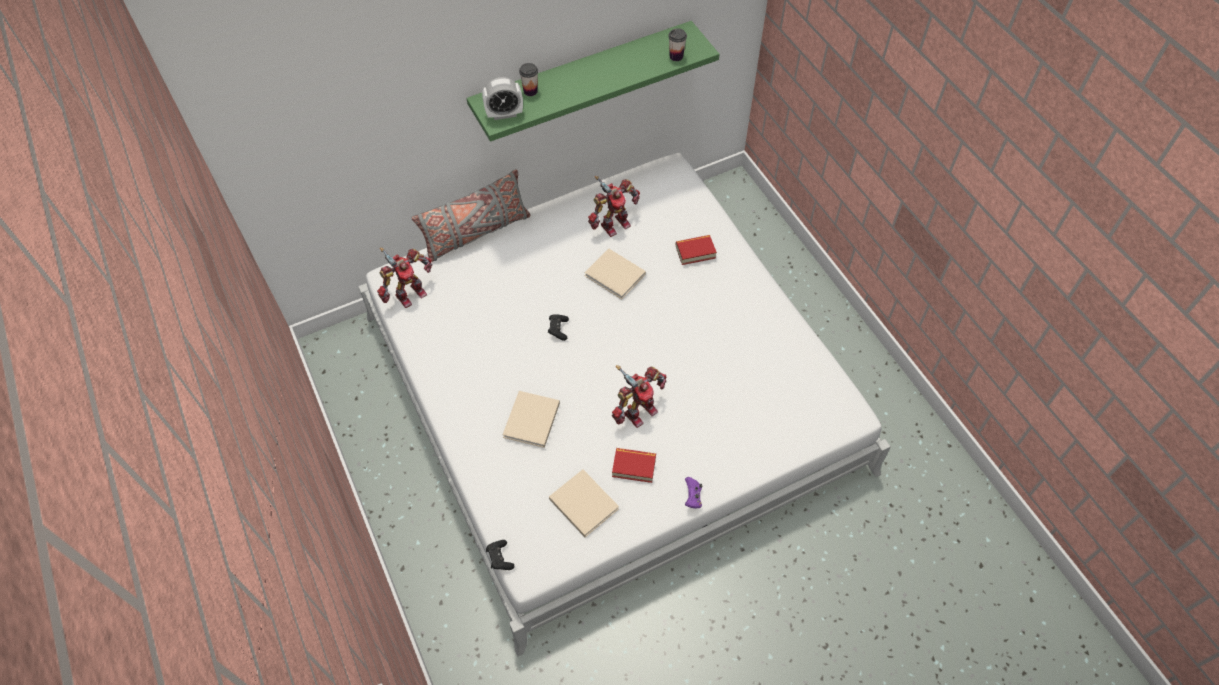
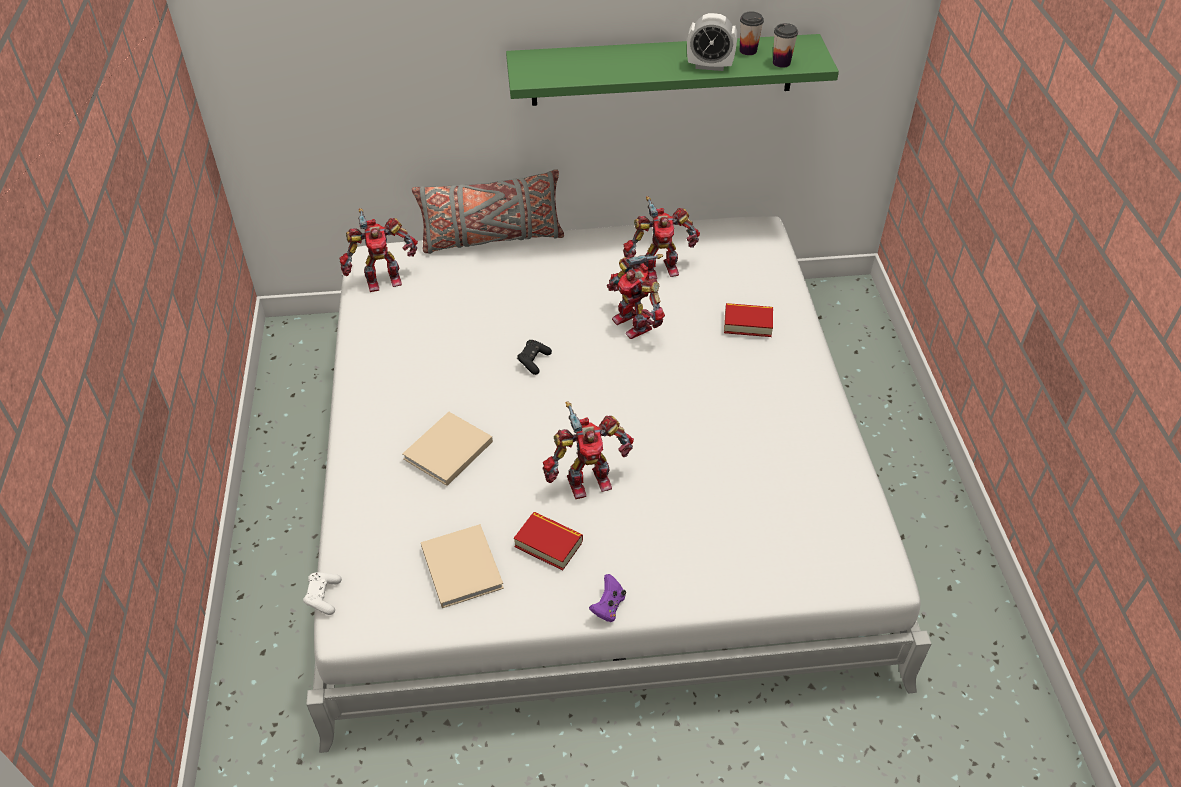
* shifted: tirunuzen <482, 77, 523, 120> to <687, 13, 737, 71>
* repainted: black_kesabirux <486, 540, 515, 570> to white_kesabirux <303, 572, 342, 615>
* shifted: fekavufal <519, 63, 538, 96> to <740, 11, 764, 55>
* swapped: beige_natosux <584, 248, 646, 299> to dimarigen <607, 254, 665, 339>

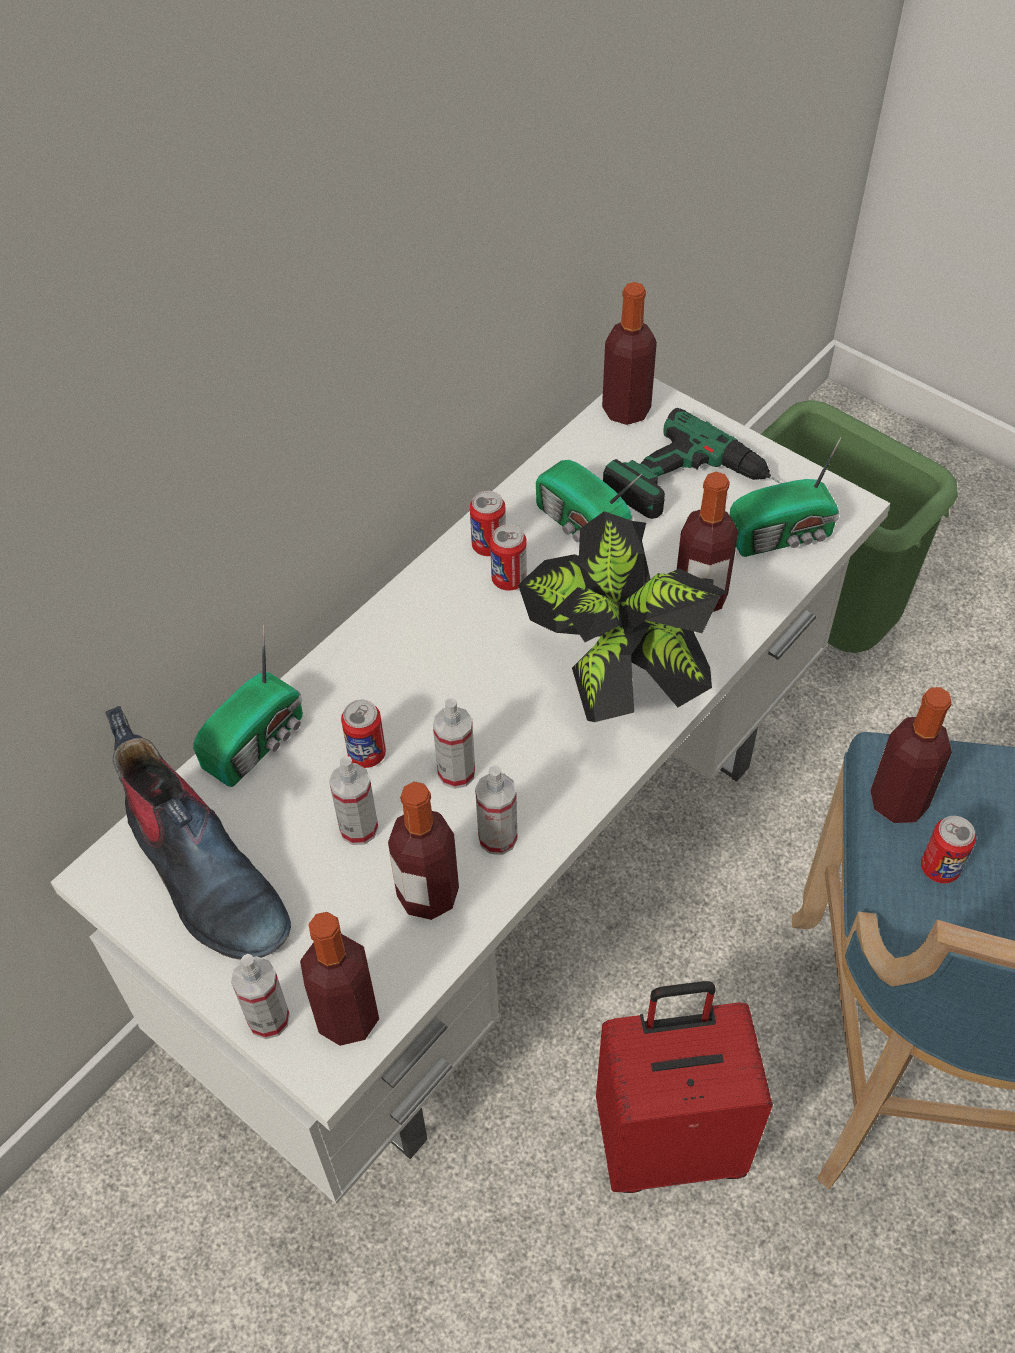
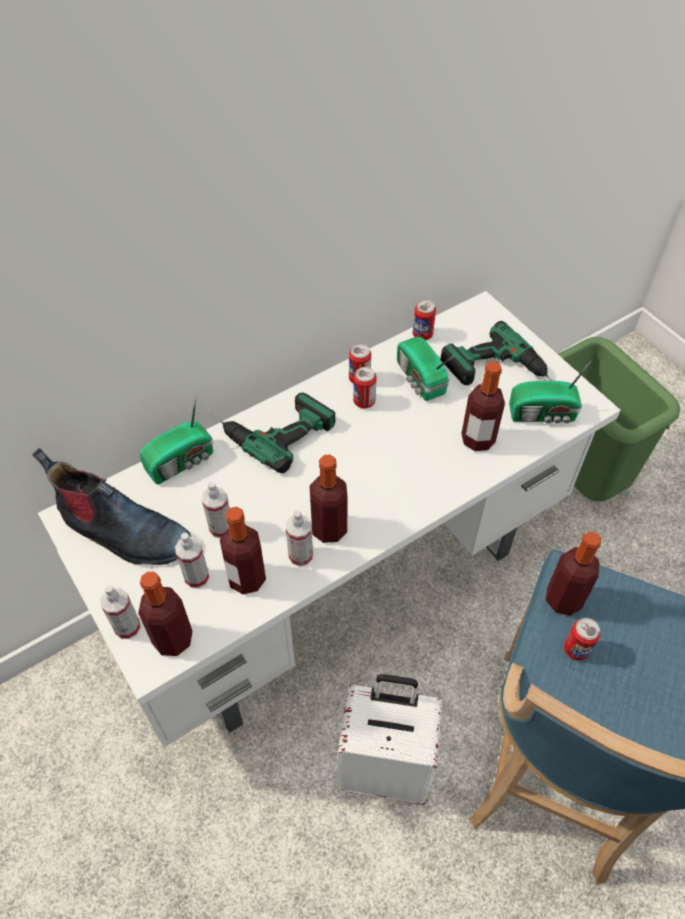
* rotated: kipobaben <105, 706, 291, 960> = <32, 448, 191, 565> 45 degrees counterclockwise
* shifted: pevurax <341, 700, 386, 768> to <413, 300, 436, 340>
* shifted: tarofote <433, 698, 475, 789> to <175, 533, 209, 588>
* gone: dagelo <518, 511, 728, 722>
* repainted: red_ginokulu <596, 981, 773, 1193> to white_ginokulu <338, 674, 442, 805>
* shifted: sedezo <602, 282, 657, 425> to <310, 455, 348, 543>
* new: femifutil <210, 392, 335, 473>

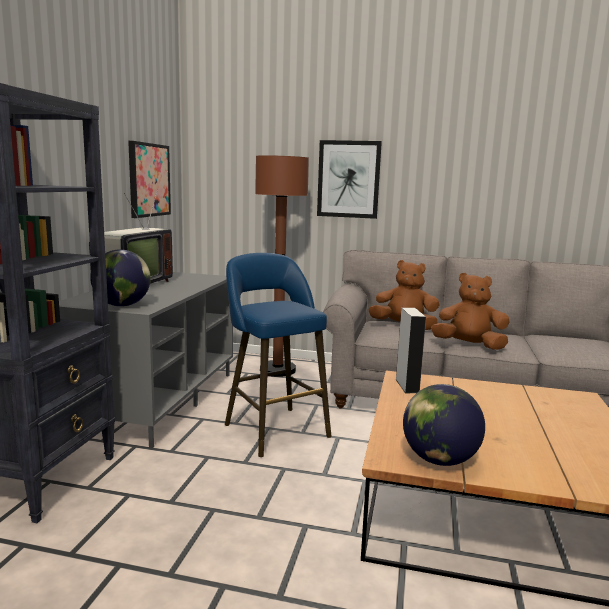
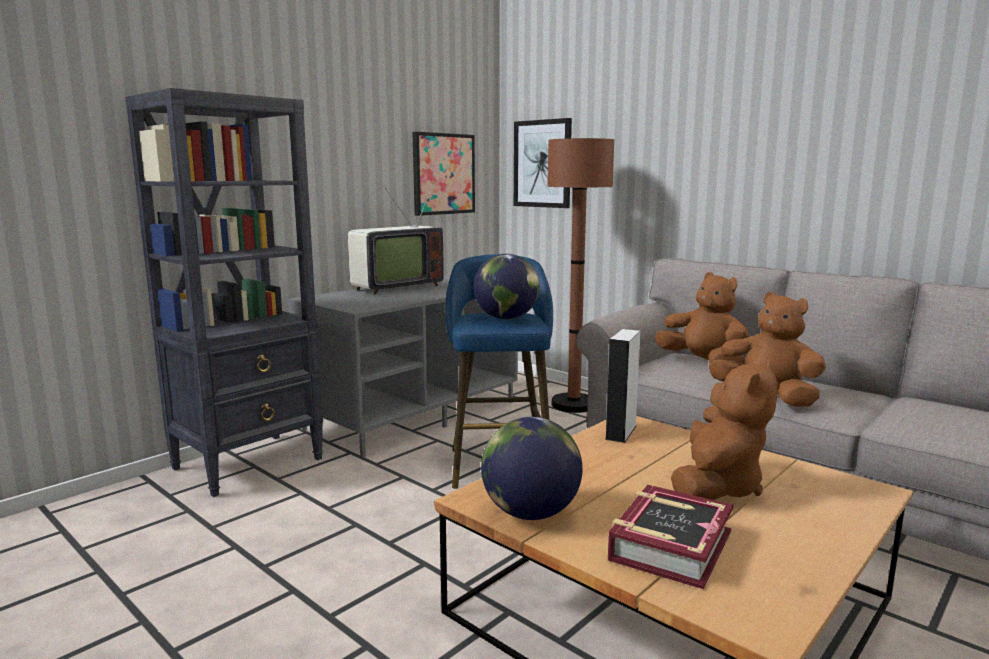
* shifted: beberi <90, 249, 151, 307> to <474, 254, 539, 320>
* shifted: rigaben <317, 140, 382, 219> to <514, 118, 572, 208>
* new: natosux <608, 485, 733, 589>
* new: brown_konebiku <671, 360, 778, 500>

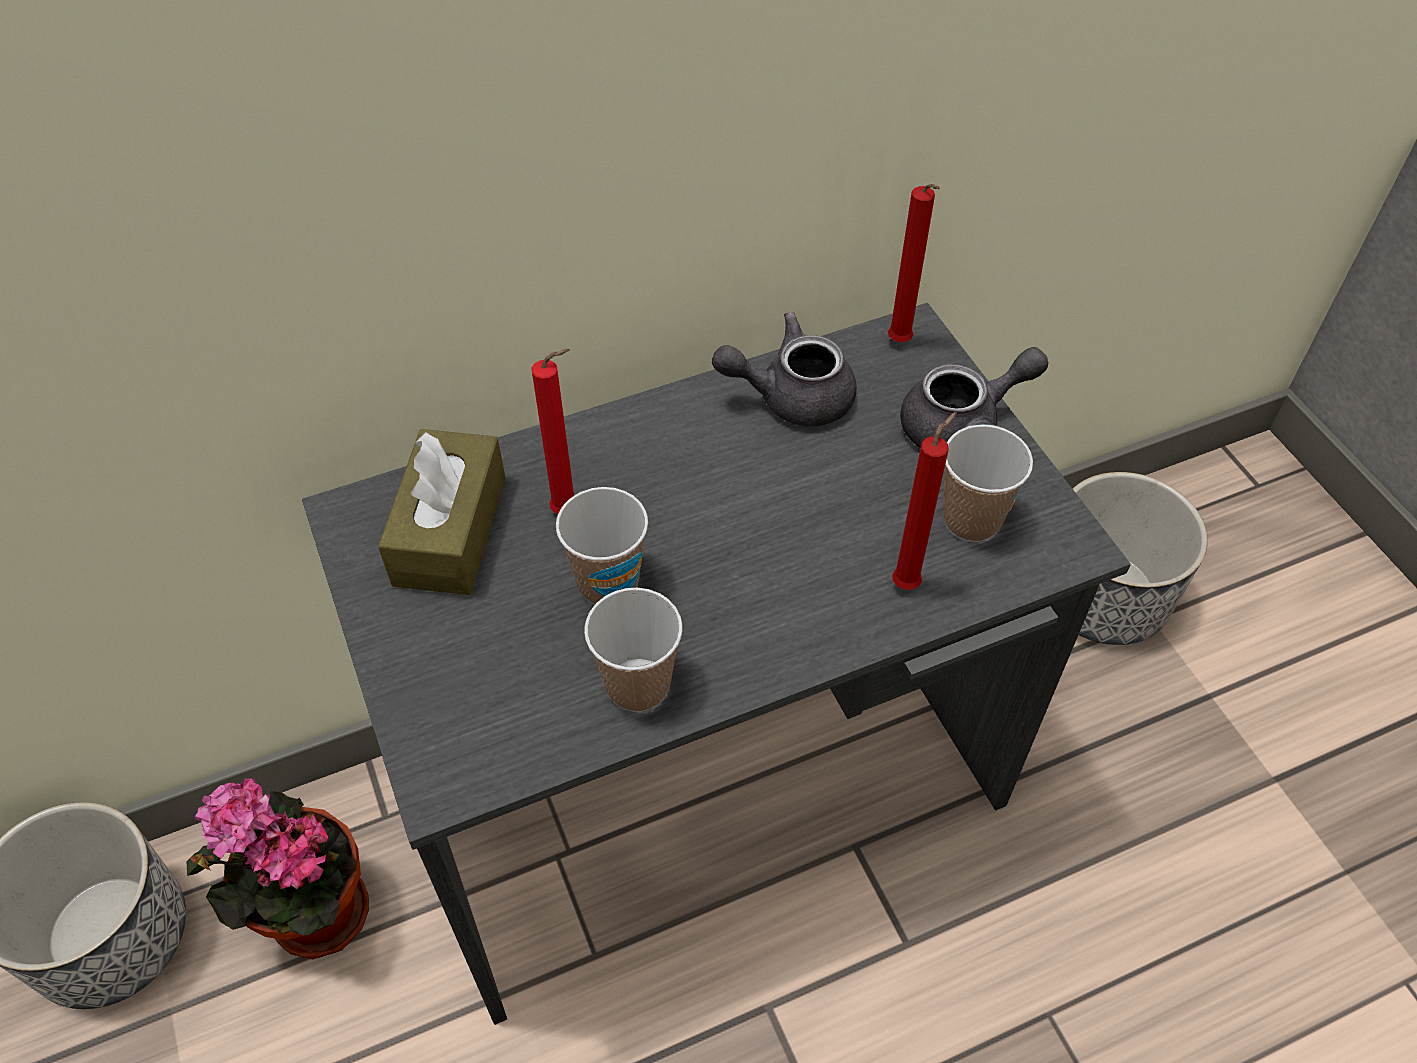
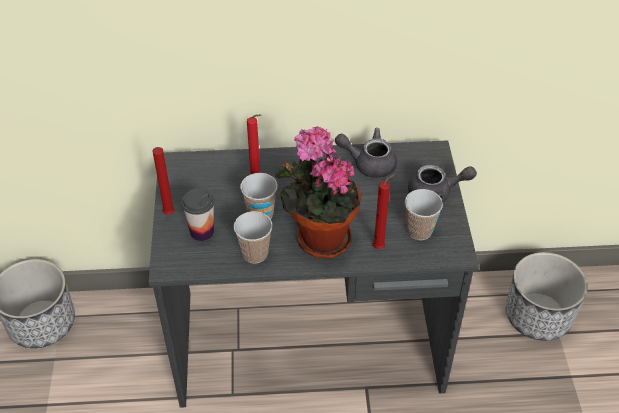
* shifted: dagelo <187, 778, 369, 959> to <275, 126, 361, 258>
* gone: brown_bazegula <378, 429, 506, 595>
* shifted: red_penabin <888, 184, 940, 342> to <152, 147, 175, 215>
* new: fekavufal <182, 188, 214, 241>

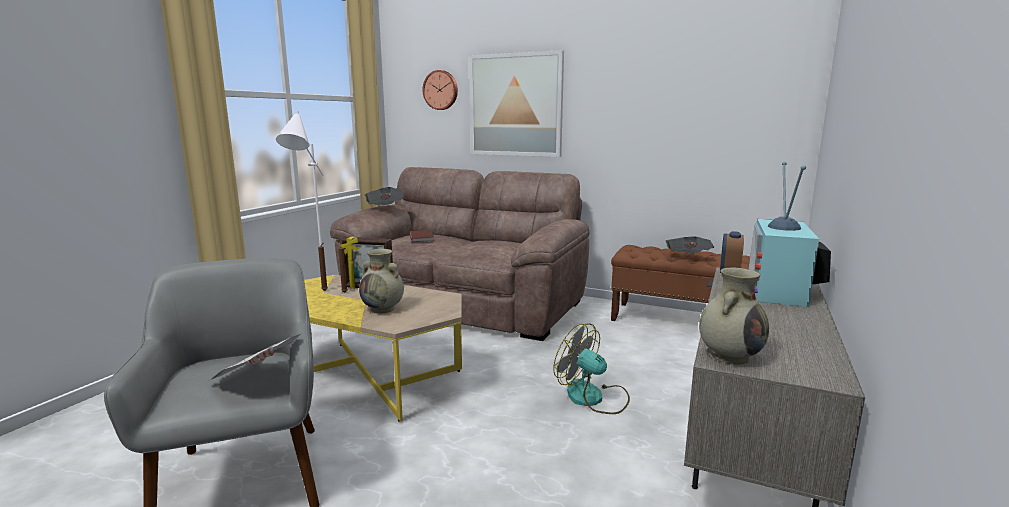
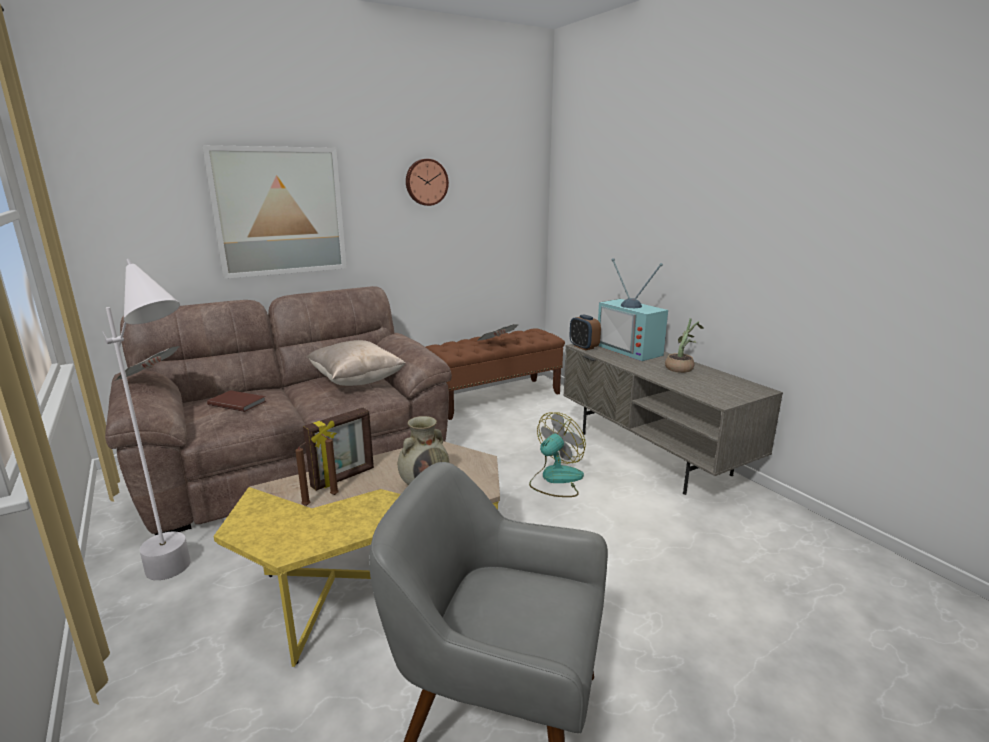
* gone: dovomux <211, 334, 301, 380>
* shifted: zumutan <423, 70, 458, 110> to <406, 159, 449, 206>
* rotated: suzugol <553, 323, 630, 414> = <529, 412, 586, 497> 150 degrees clockwise
* gone: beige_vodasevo <699, 268, 769, 365>
* new: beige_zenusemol <307, 340, 405, 386>
* new: dagelo <665, 318, 704, 373>

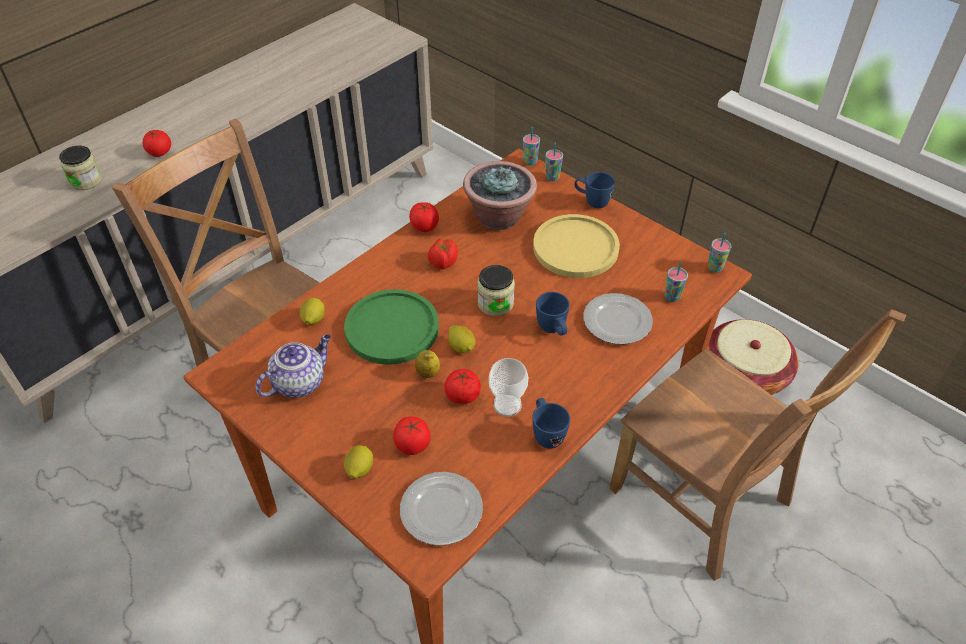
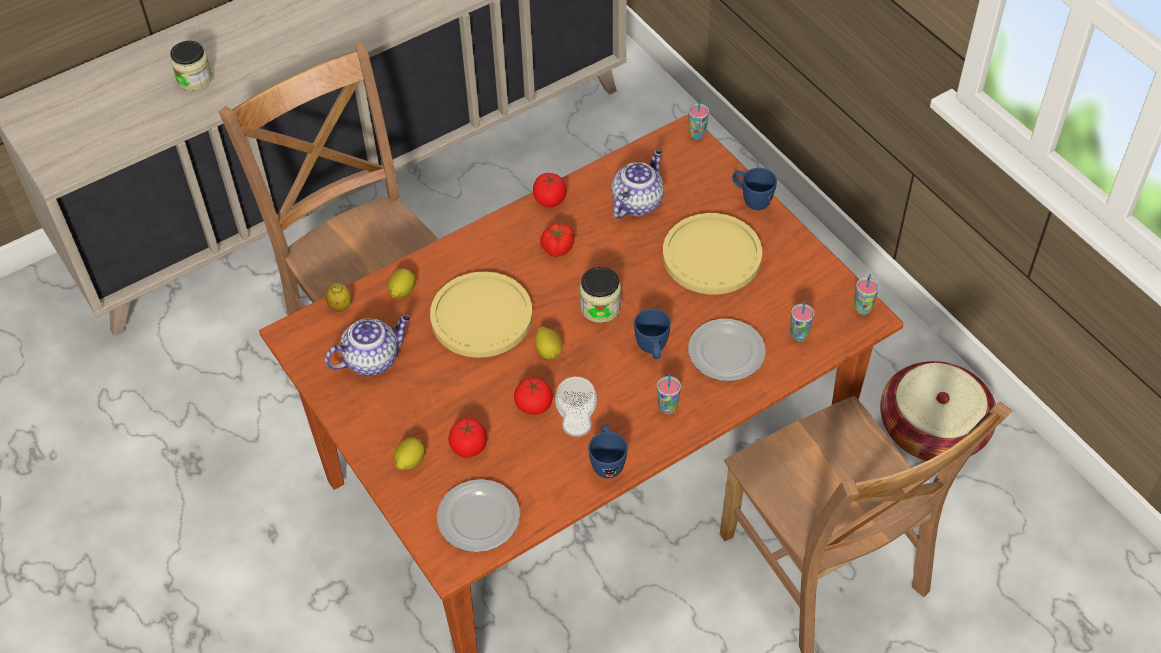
* gone: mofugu <142, 130, 171, 157>
* repainted: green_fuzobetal <344, 289, 439, 365> to yellow_fuzobetal <430, 271, 532, 358>
* shifted: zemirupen <415, 350, 440, 378> to <325, 283, 351, 312>
* swapped: dagelo <463, 161, 537, 230> to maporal <611, 150, 664, 219>
* shifted: fekavufal <546, 142, 563, 181> to <657, 374, 681, 414>

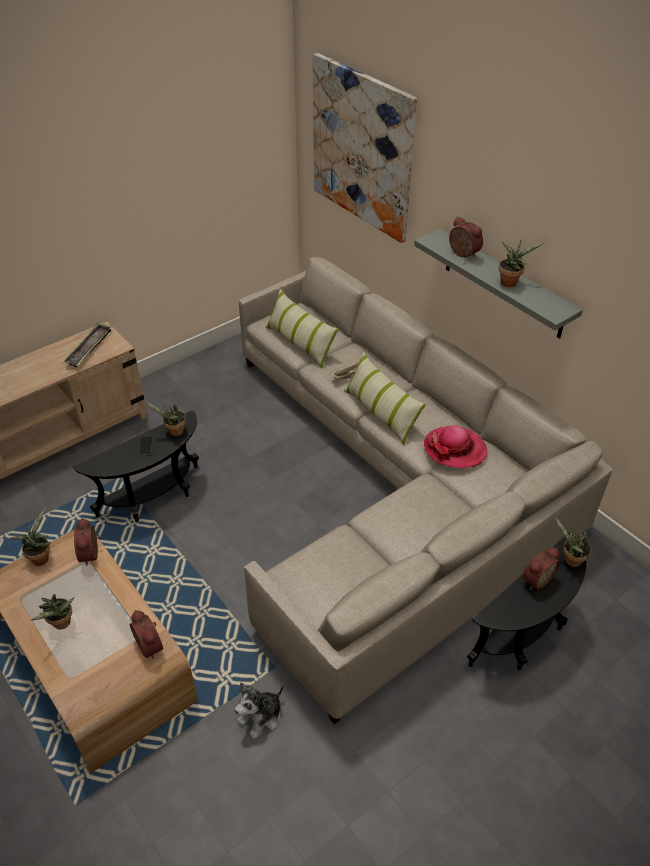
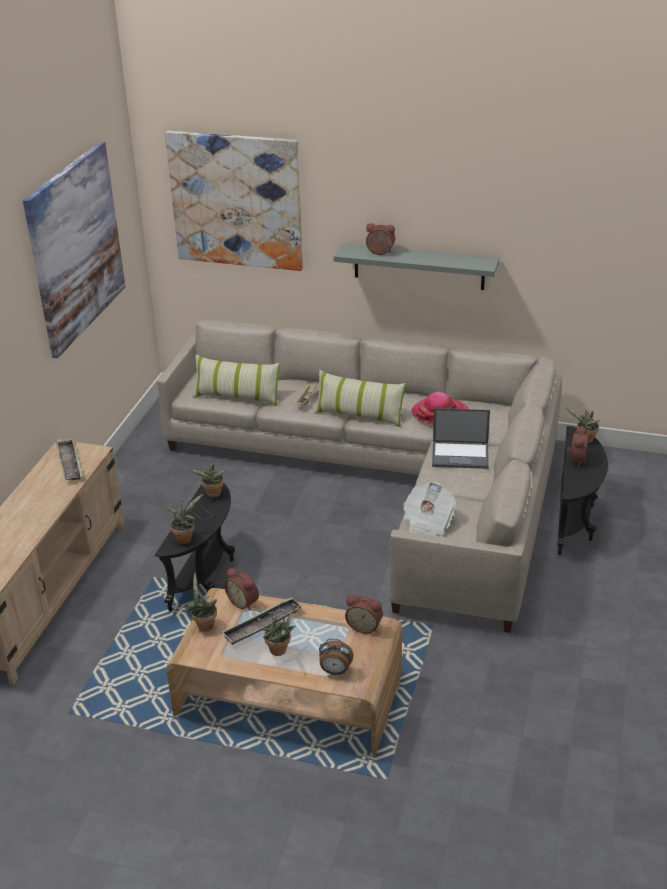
* gone: konebiku <235, 682, 283, 739>
* shifted: dagelo <499, 240, 545, 287> to <165, 494, 203, 544>
* new: rigaben <23, 141, 126, 358>
* new: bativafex <221, 597, 302, 645>
* new: tirunuzen <319, 639, 354, 675>
* new: dovomux <403, 481, 457, 536>
* new: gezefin <432, 408, 490, 469>

